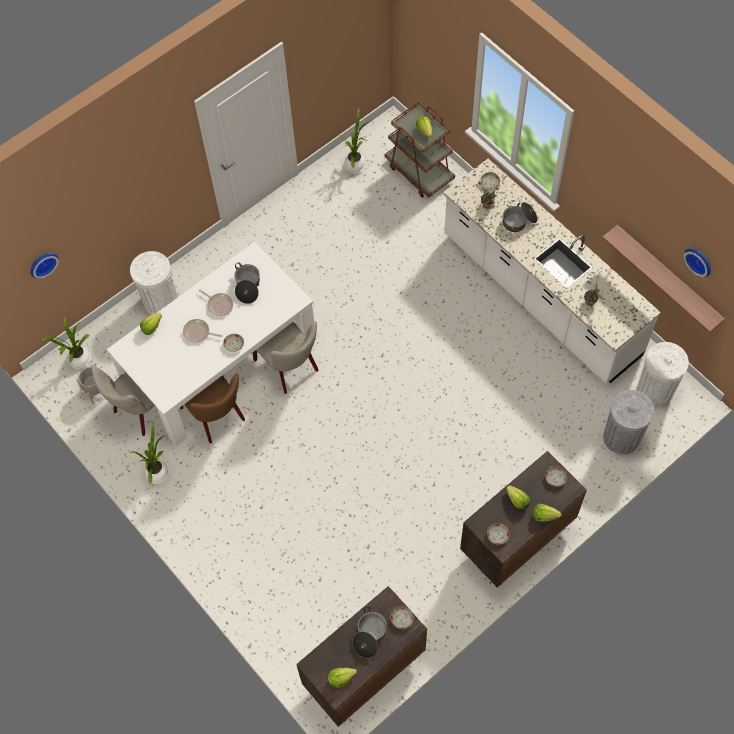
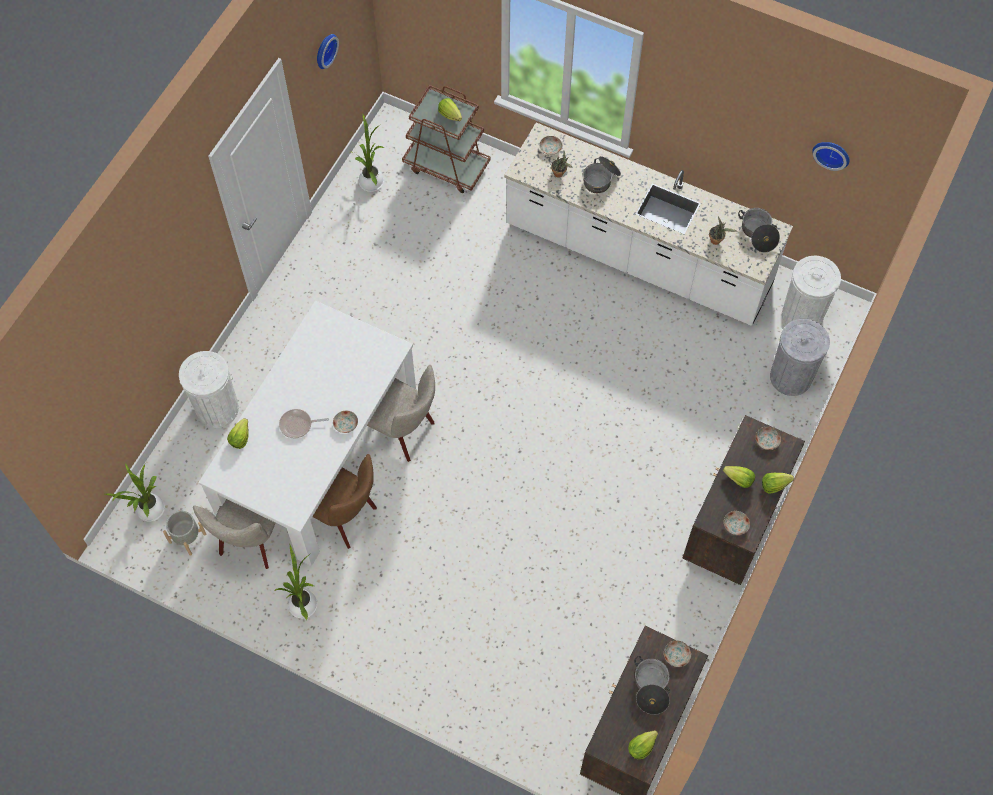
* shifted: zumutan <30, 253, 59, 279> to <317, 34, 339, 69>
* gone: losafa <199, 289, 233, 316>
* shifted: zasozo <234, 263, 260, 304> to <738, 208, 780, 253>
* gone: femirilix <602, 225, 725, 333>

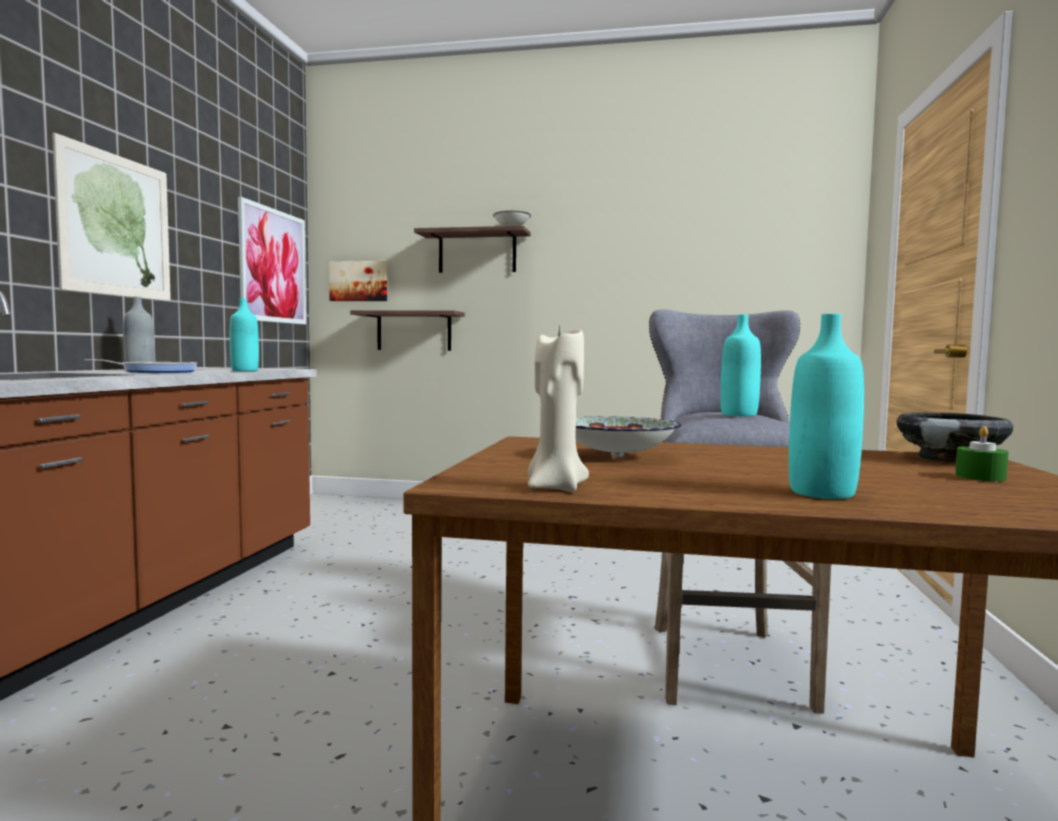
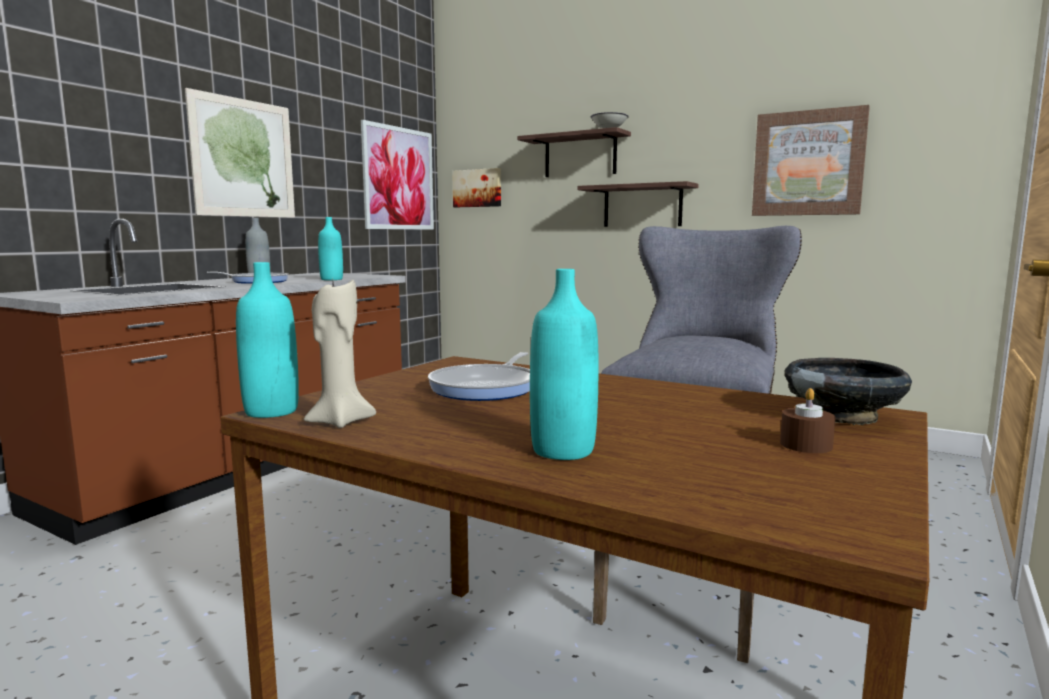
* shifted: femirilix <350, 310, 465, 351> to <577, 181, 699, 227>
* swapped: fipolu <576, 416, 681, 457> to losafa <428, 352, 530, 401>
* shifted: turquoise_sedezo <720, 314, 761, 416> to <236, 262, 299, 418>
* repainted: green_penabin <955, 426, 1009, 482> to brown_penabin <780, 388, 836, 453>
* new: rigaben <752, 105, 870, 216>

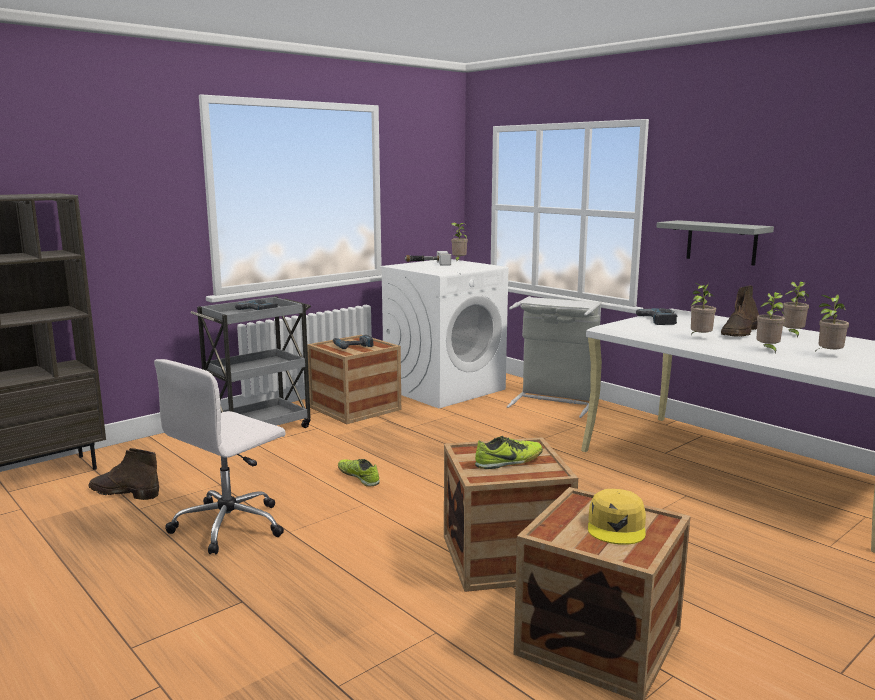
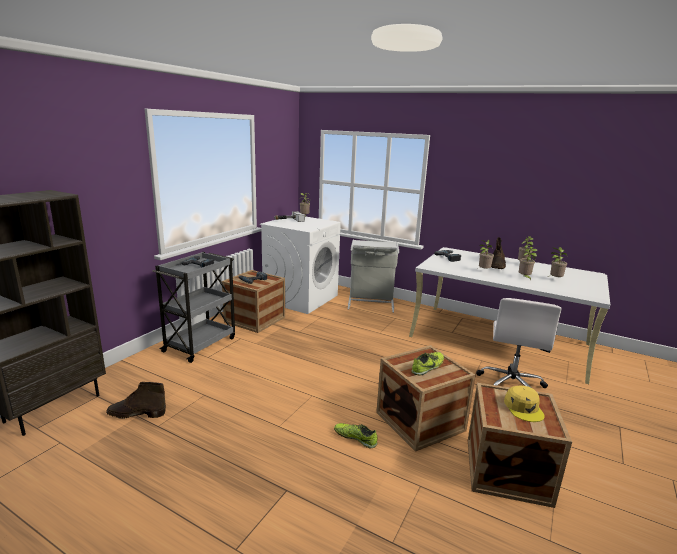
* shifted: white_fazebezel <154, 359, 286, 554> to <476, 298, 562, 389>
* shifted: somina <338, 459, 380, 487> to <334, 423, 377, 448>
* gone: grey_femirilix <656, 220, 774, 266>

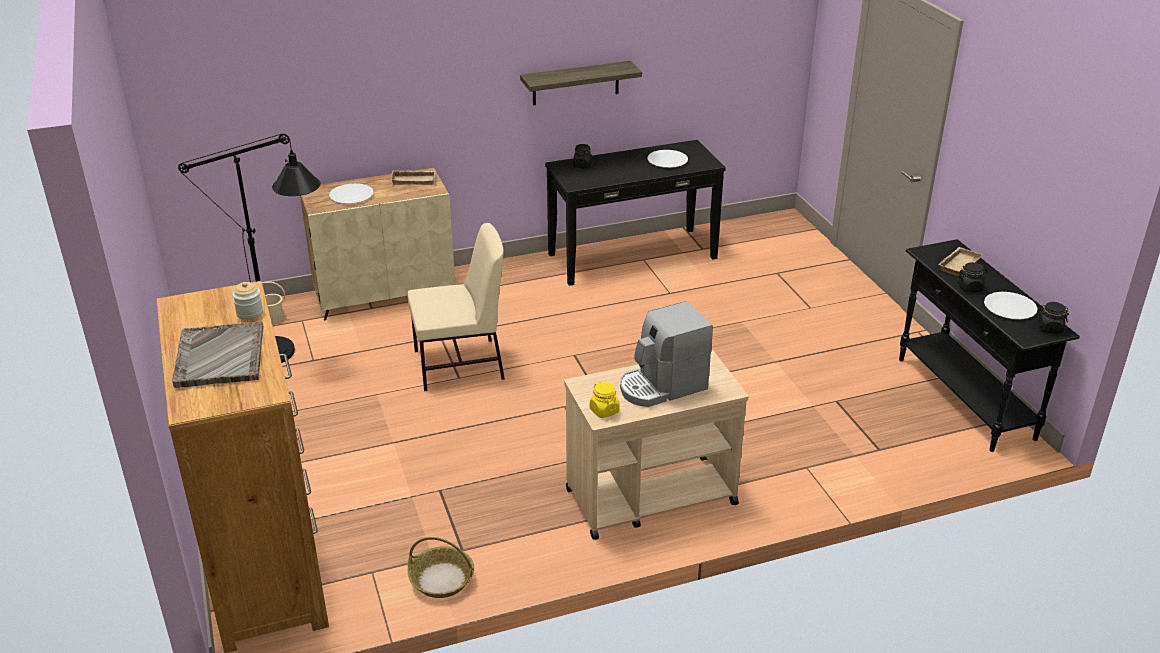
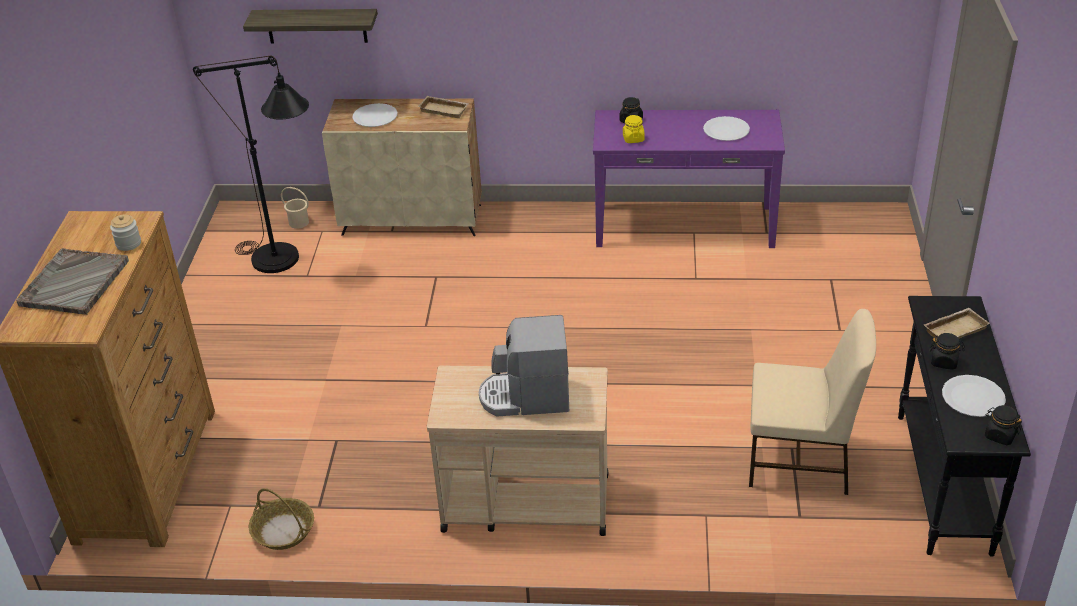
* shifted: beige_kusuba <407, 223, 505, 391> to <749, 309, 876, 495>
* shifted: femirilix <520, 61, 642, 105> to <243, 9, 378, 44>
* repainted: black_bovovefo <545, 140, 726, 286> to purple_bovovefo <593, 110, 785, 248>
* shifted: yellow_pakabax <590, 382, 620, 418> to <623, 115, 645, 143>

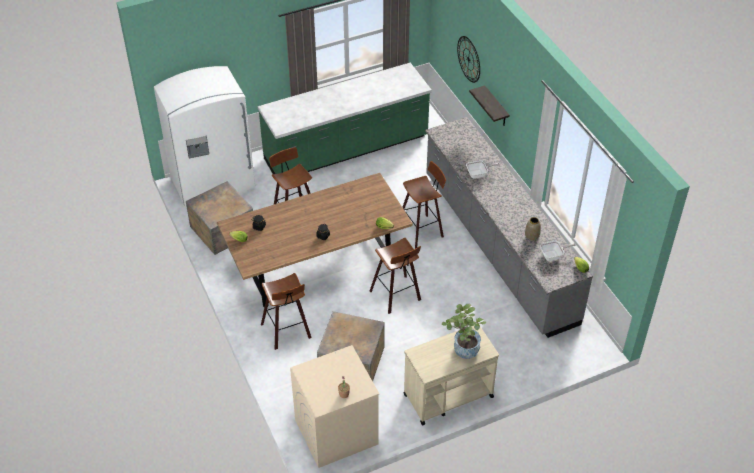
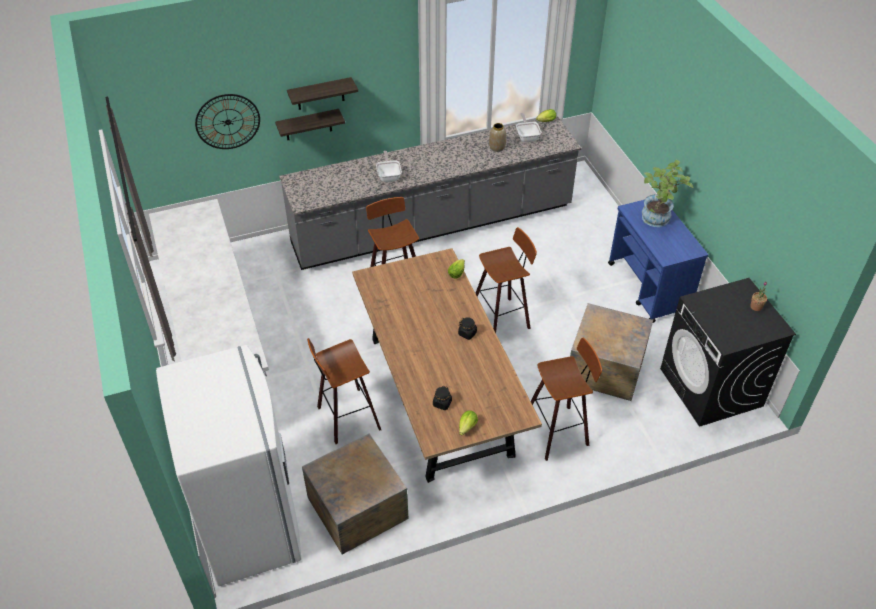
* repainted: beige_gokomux <290, 345, 379, 468> to black_gokomux <660, 278, 796, 427>
* repainted: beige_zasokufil <404, 325, 499, 425> to blue_zasokufil <608, 200, 708, 323>
* new: femirilix <287, 77, 358, 110>

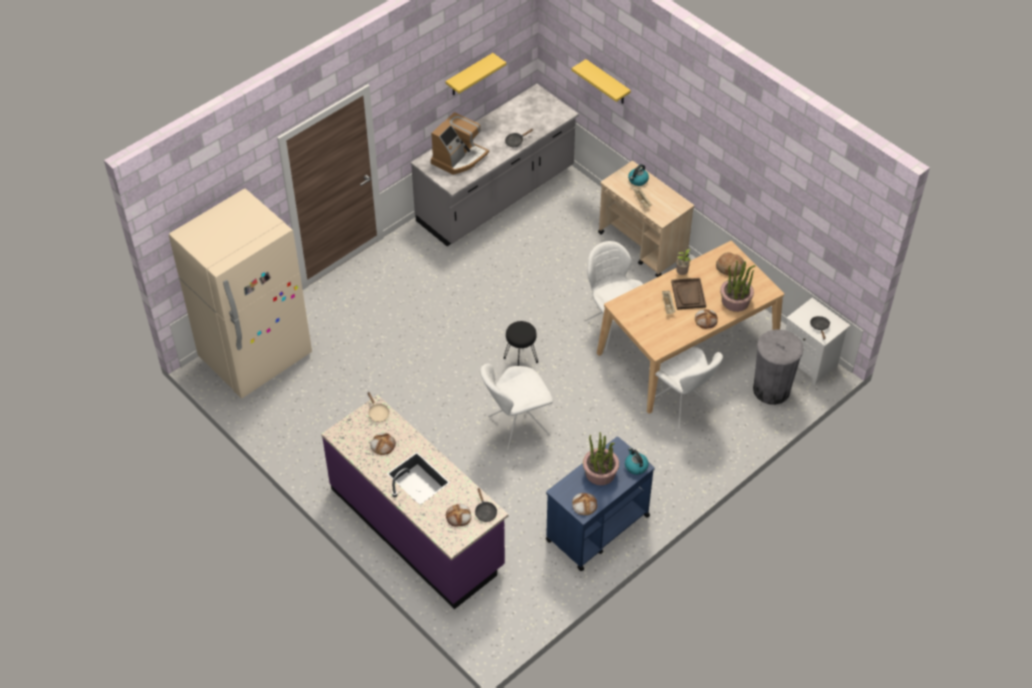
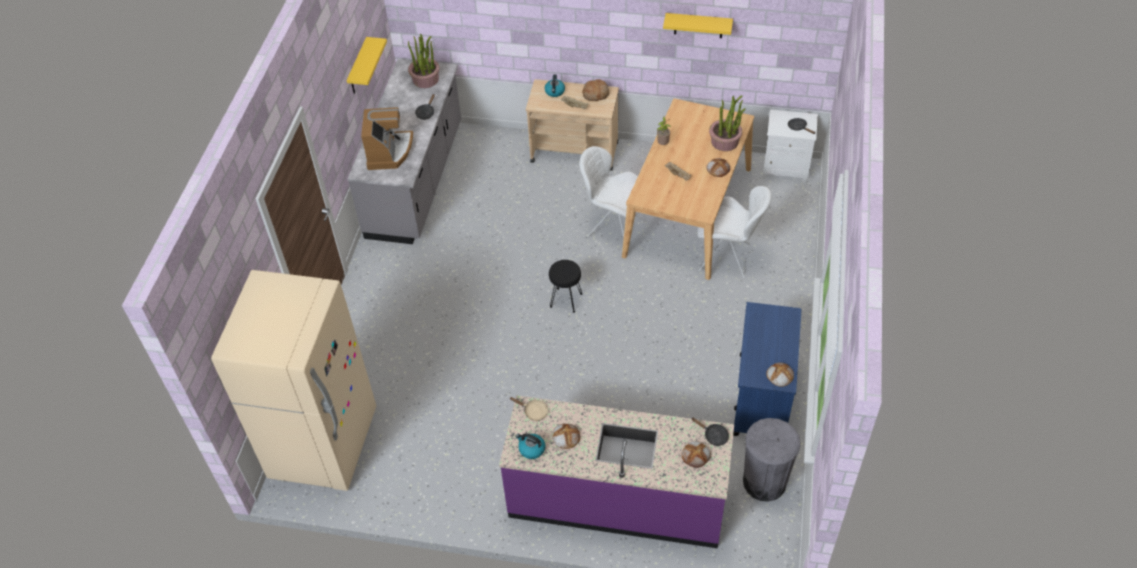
* gone: white_kusuba <480, 364, 553, 450>
* shifted: yellow_femirilix <572, 59, 631, 104> to <663, 13, 733, 38>
* shifted: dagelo <583, 432, 619, 485> to <408, 34, 440, 88>
* shifted: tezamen <625, 447, 649, 475> to <516, 433, 545, 459>
* gone: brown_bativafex <671, 278, 706, 310>
* shifted: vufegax <716, 252, 744, 277> to <582, 79, 609, 101>
* shifted: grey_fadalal <753, 329, 803, 405> to <743, 418, 801, 502>

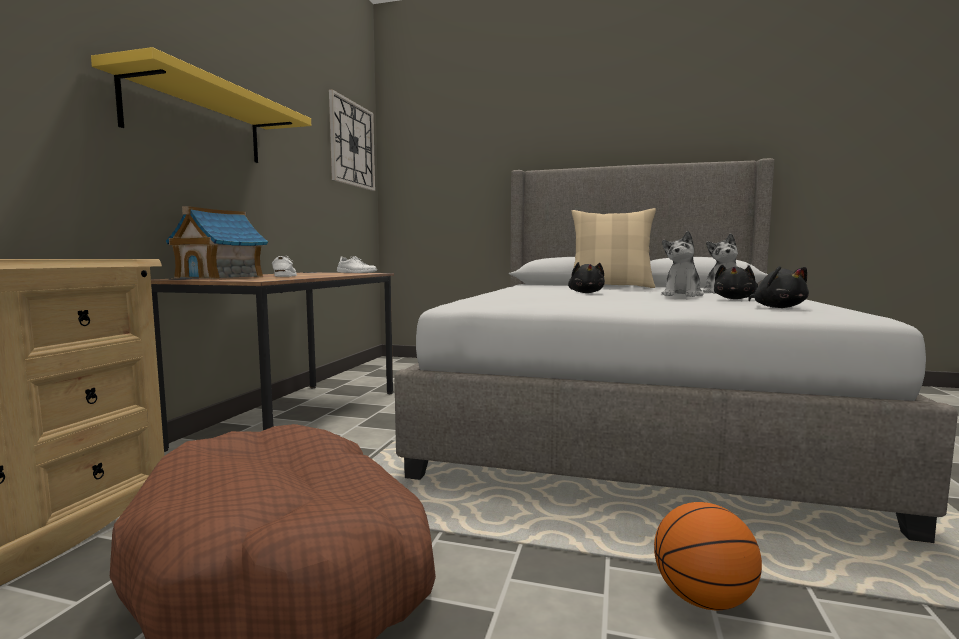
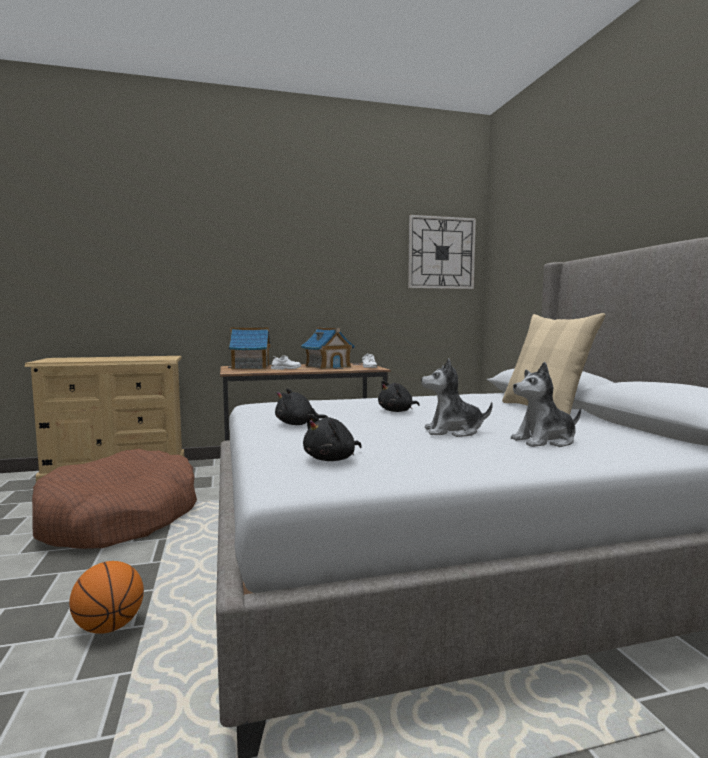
* gone: yellow_femirilix <91, 47, 311, 163>
* shifted: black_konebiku <714, 264, 758, 299> to <275, 388, 328, 425>
* new: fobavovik <301, 327, 355, 369>

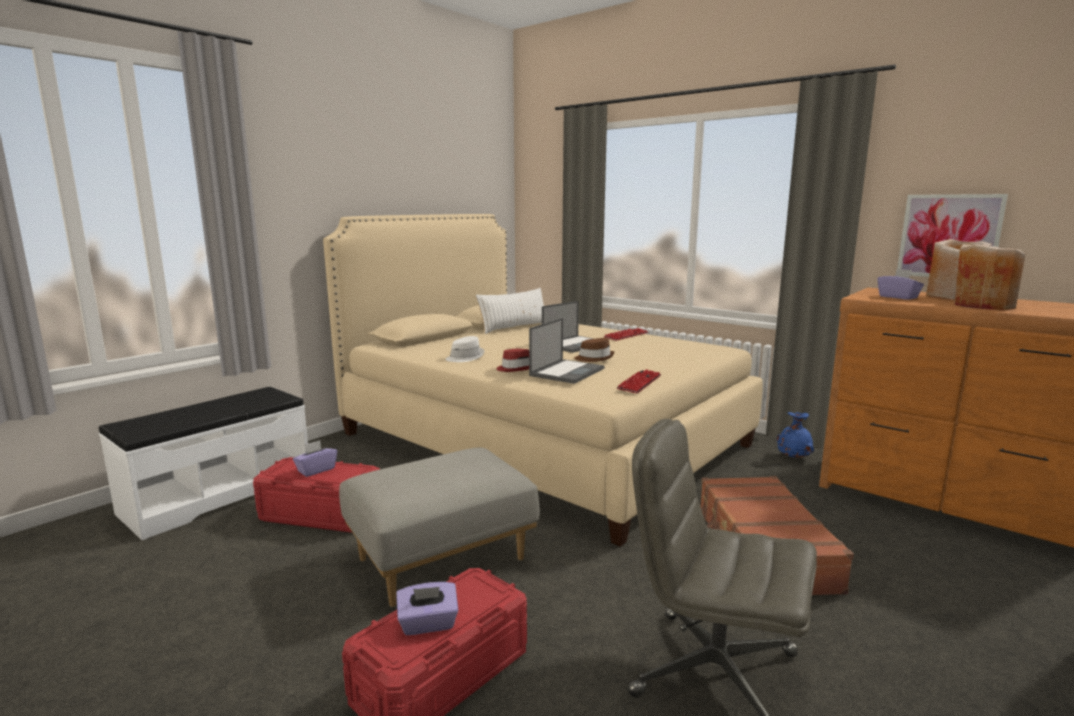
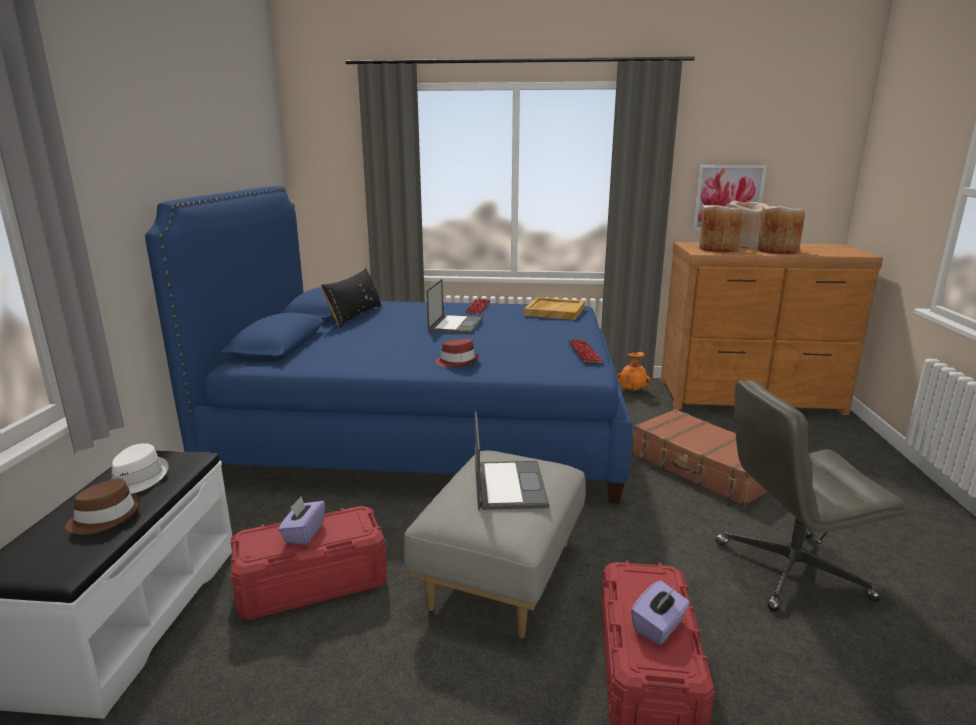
* repainted: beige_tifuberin <323, 214, 763, 547> to blue_tifuberin <145, 186, 632, 504>
* shifted: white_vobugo <445, 336, 484, 362> to <112, 443, 168, 494>
* repainted: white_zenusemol <476, 288, 544, 334> to black_zenusemol <321, 268, 381, 328>
* shifted: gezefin <529, 318, 605, 384> to <475, 411, 549, 510>
* shifted: brown_vobugo <574, 338, 614, 362> to <65, 478, 141, 534>
* repainted: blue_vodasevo <777, 412, 814, 458> to orange_vodasevo <617, 352, 651, 391>
* swapped: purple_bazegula <877, 269, 924, 300> to beige_vodasevo <699, 205, 744, 252>
* new: beige_bativafex <524, 297, 585, 320>

